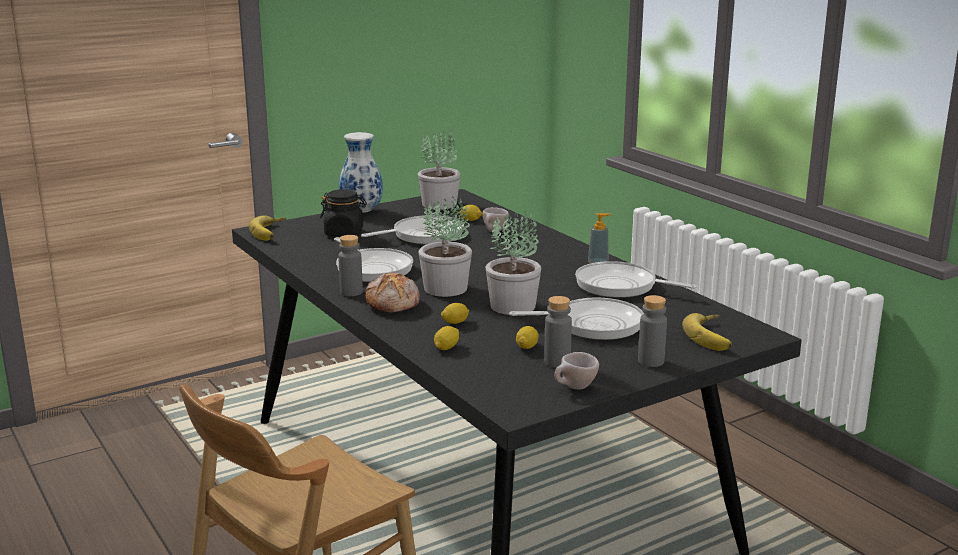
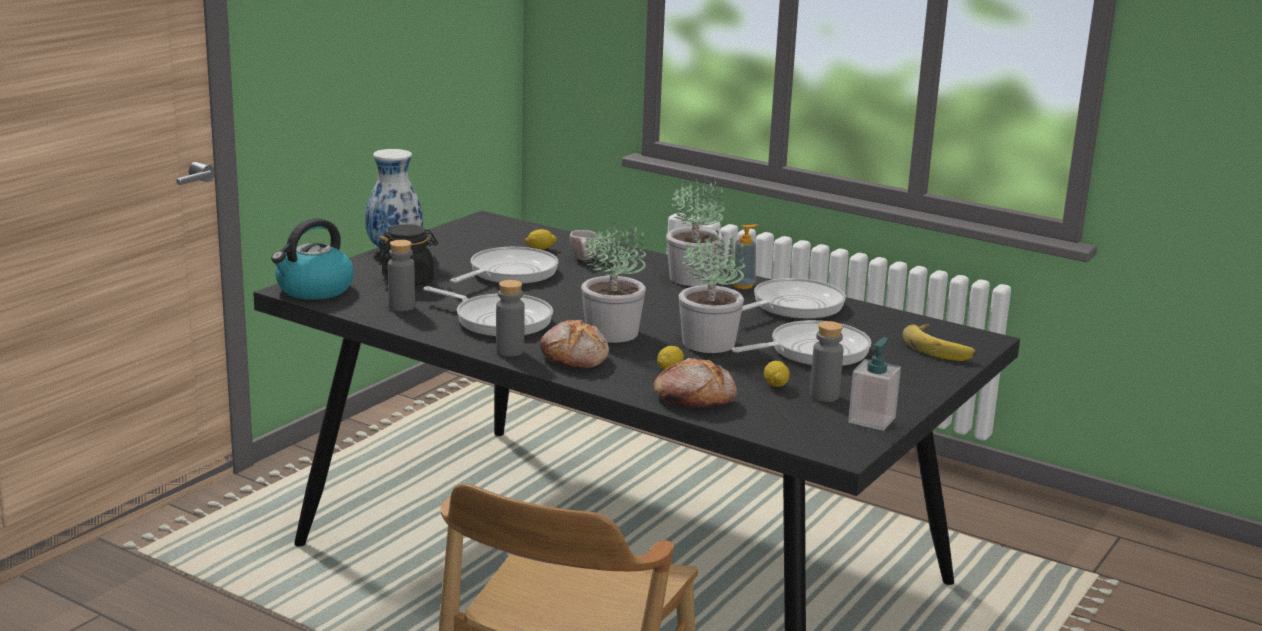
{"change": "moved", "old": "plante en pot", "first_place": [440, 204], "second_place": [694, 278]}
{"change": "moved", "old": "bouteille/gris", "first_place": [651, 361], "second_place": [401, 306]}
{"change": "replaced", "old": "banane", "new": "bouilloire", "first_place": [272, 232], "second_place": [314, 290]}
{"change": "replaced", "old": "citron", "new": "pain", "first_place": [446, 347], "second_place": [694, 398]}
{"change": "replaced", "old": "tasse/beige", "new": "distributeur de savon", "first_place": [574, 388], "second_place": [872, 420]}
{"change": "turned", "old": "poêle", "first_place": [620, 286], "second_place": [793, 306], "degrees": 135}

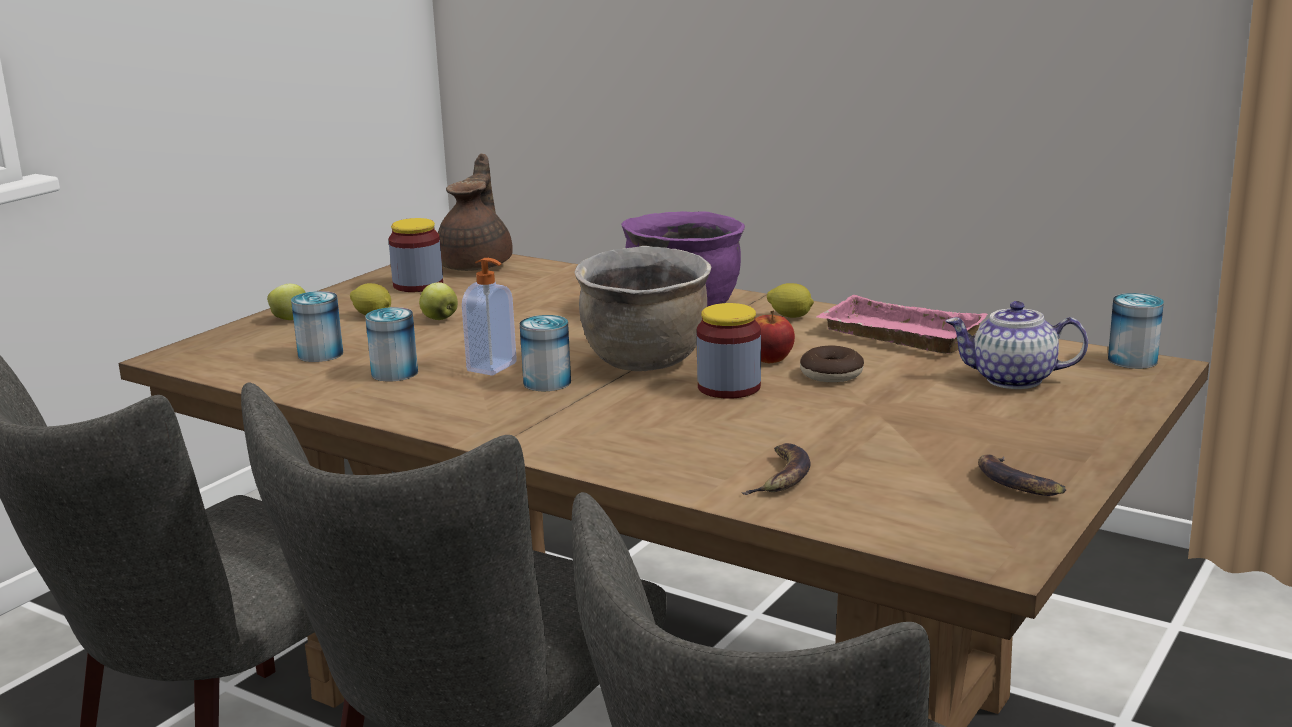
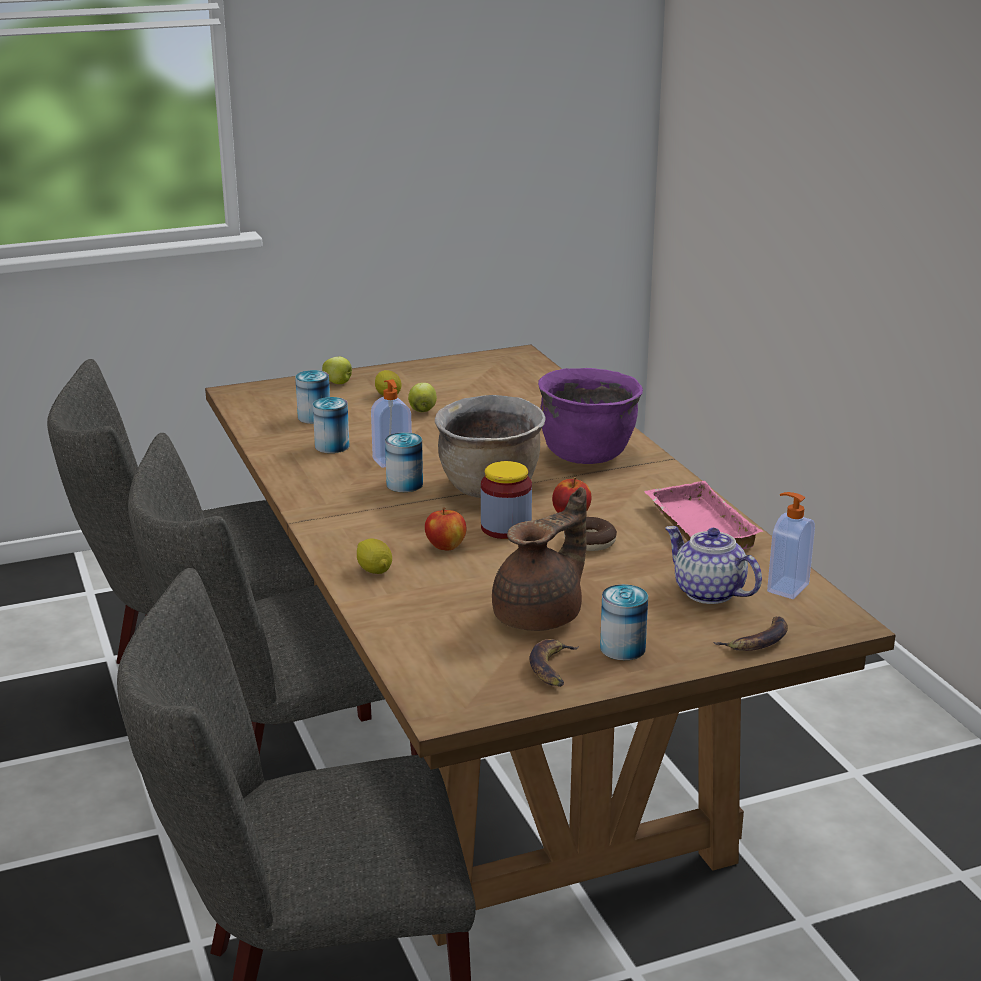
{"change": "removed", "old": "bocal", "first_place": [418, 285]}
{"change": "added", "new": "pomme", "second_place": [446, 546]}
{"change": "added", "new": "distributeur de savon", "second_place": [786, 588]}
{"change": "moved", "old": "théière/marron", "first_place": [478, 265], "second_place": [541, 616]}
{"change": "moved", "old": "banane", "first_place": [781, 476], "second_place": [757, 640]}
{"change": "moved", "old": "citron", "first_place": [790, 316], "second_place": [374, 570]}
{"change": "moved", "old": "boîte métallique", "first_place": [1132, 360], "second_place": [622, 648]}

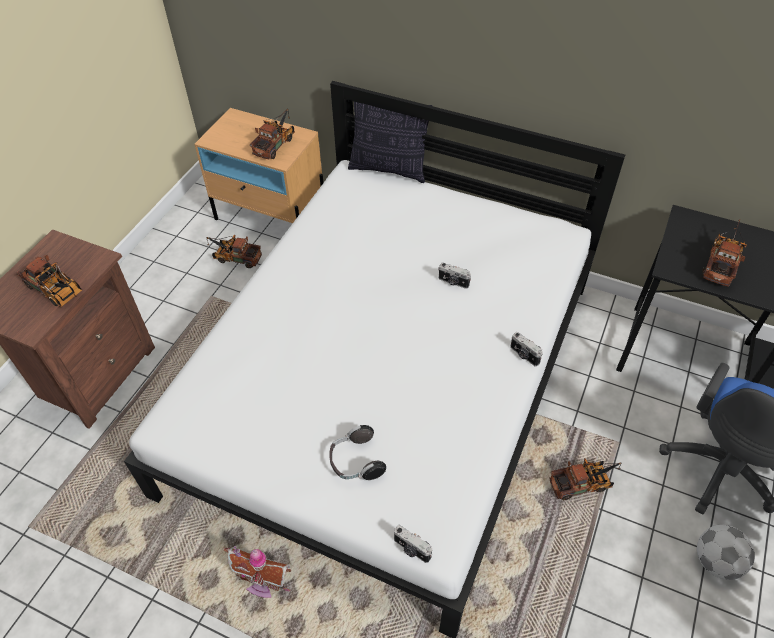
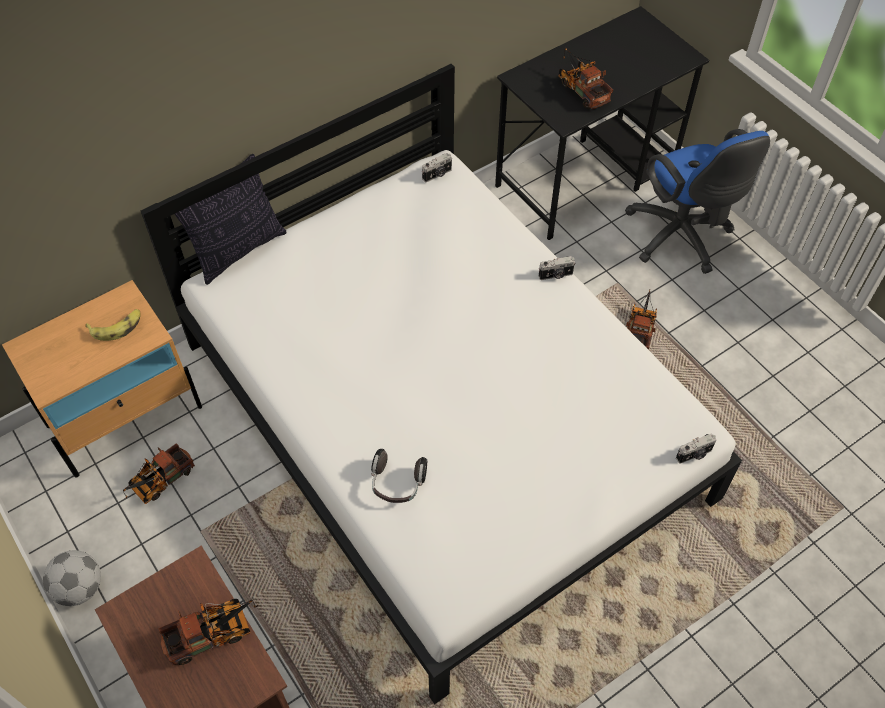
{"change": "removed", "old": "maison miniature", "first_place": [262, 581]}
{"change": "moved", "old": "casque audio", "first_place": [355, 462], "second_place": [397, 484]}
{"change": "moved", "old": "appareil photo", "first_place": [453, 282], "second_place": [437, 175]}
{"change": "moved", "old": "ballon de foot", "first_place": [716, 561], "second_place": [79, 587]}
{"change": "replaced", "old": "camion jouet", "new": "banane", "first_place": [276, 144], "second_place": [117, 327]}

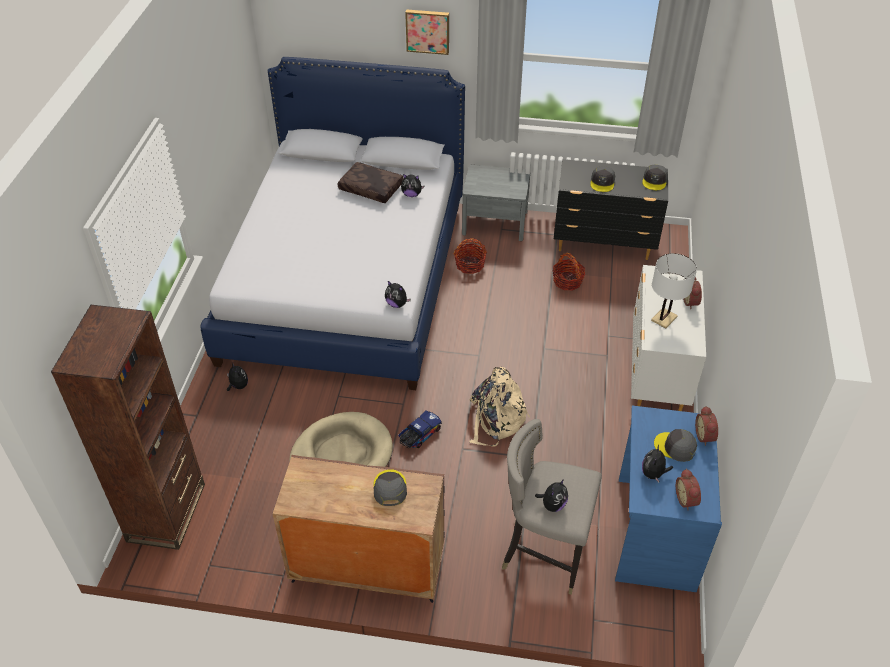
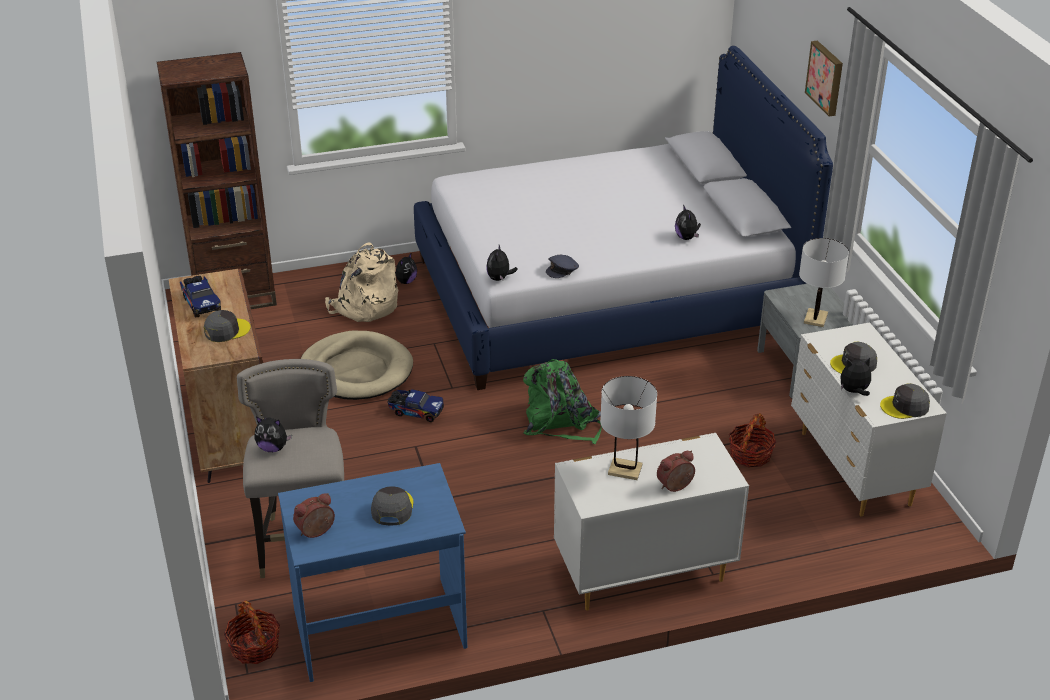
{"change": "removed", "old": "coussin/marron", "first_place": [370, 189]}
{"change": "removed", "old": "réveil", "first_place": [705, 436]}
{"change": "added", "new": "camion jouet", "second_place": [201, 303]}
{"change": "added", "new": "sac à dos/vert", "second_place": [560, 423]}
{"change": "added", "new": "casquette/gris", "second_place": [562, 270]}
{"change": "added", "new": "lampe de table/blanc", "second_place": [815, 318]}
{"change": "moved", "old": "panier", "first_place": [470, 265], "second_place": [255, 647]}
{"change": "moved", "old": "sac à dos/beige", "first_place": [496, 420], "second_place": [364, 306]}
{"change": "moved", "old": "peluche", "first_place": [653, 474], "second_place": [854, 392]}
{"change": "recoloured", "old": "commode/noir", "new": "commode/blanc", "first_place": [604, 244], "second_place": [854, 469]}

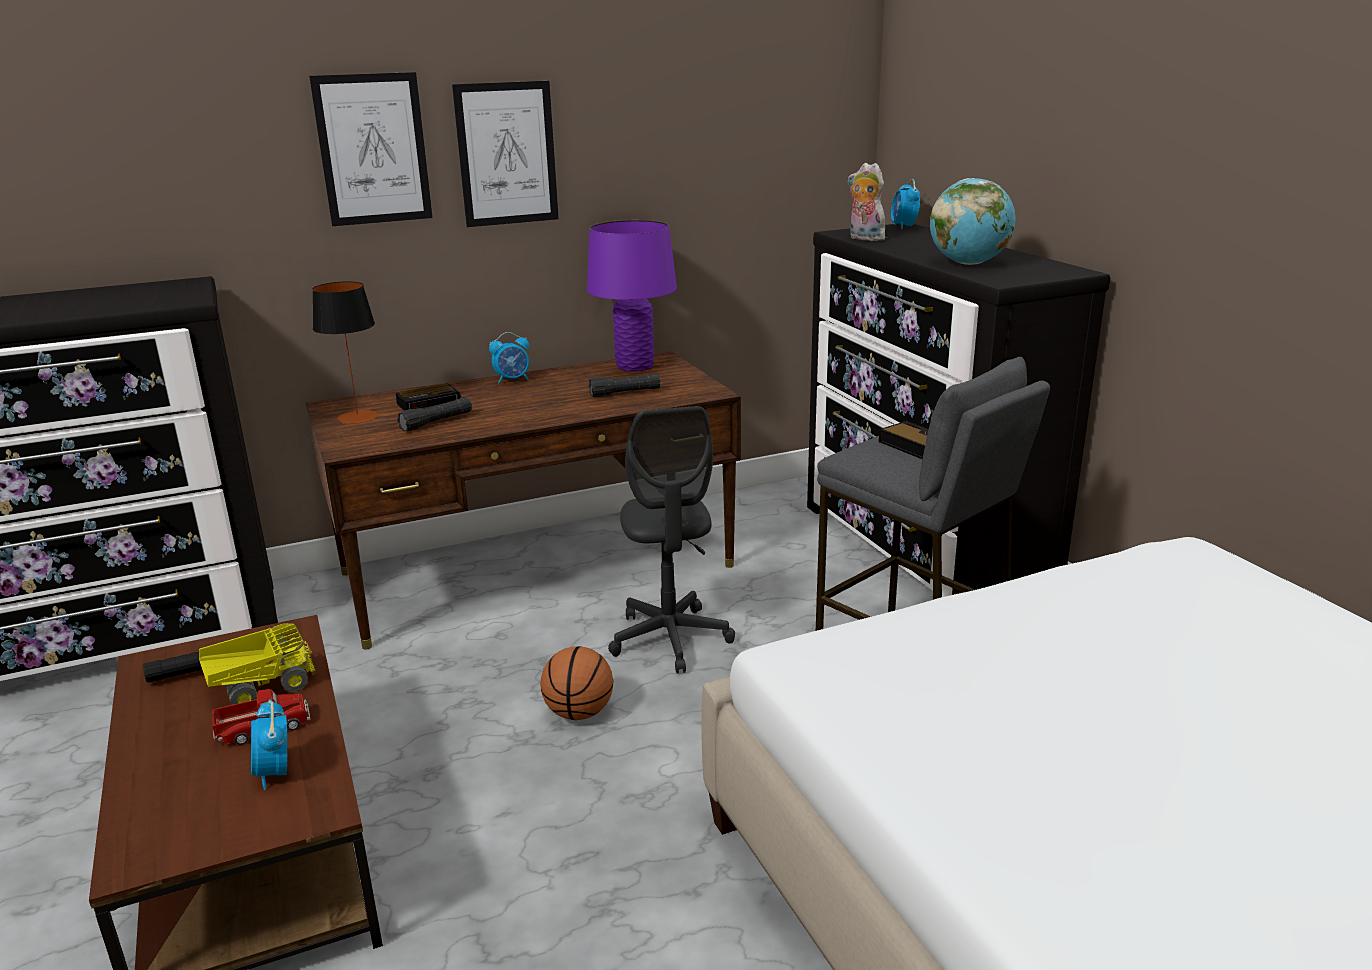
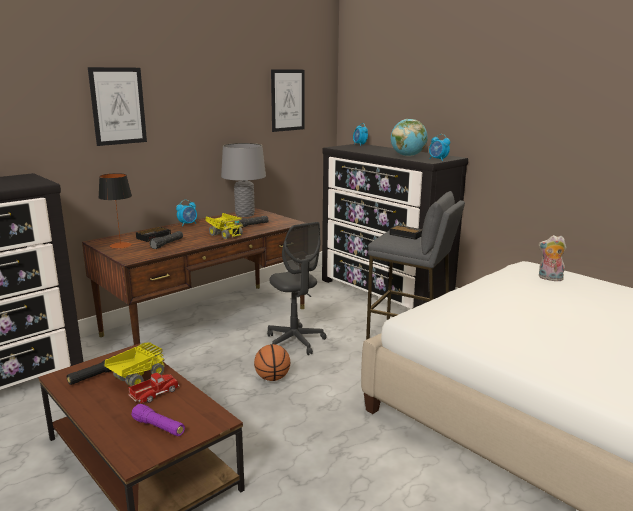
{"change": "added", "new": "lampe de poche/violet", "second_place": [159, 427]}
{"change": "added", "new": "camion jouet", "second_place": [225, 234]}
{"change": "moved", "old": "réveil", "first_place": [274, 773], "second_place": [438, 159]}
{"change": "moved", "old": "tableau", "first_place": [507, 154], "second_place": [287, 100]}
{"change": "moved", "old": "peluche", "first_place": [864, 239], "second_place": [549, 279]}
{"change": "recoloured", "old": "lampe de table/violet", "new": "lampe de table/gris", "first_place": [635, 366], "second_place": [245, 215]}

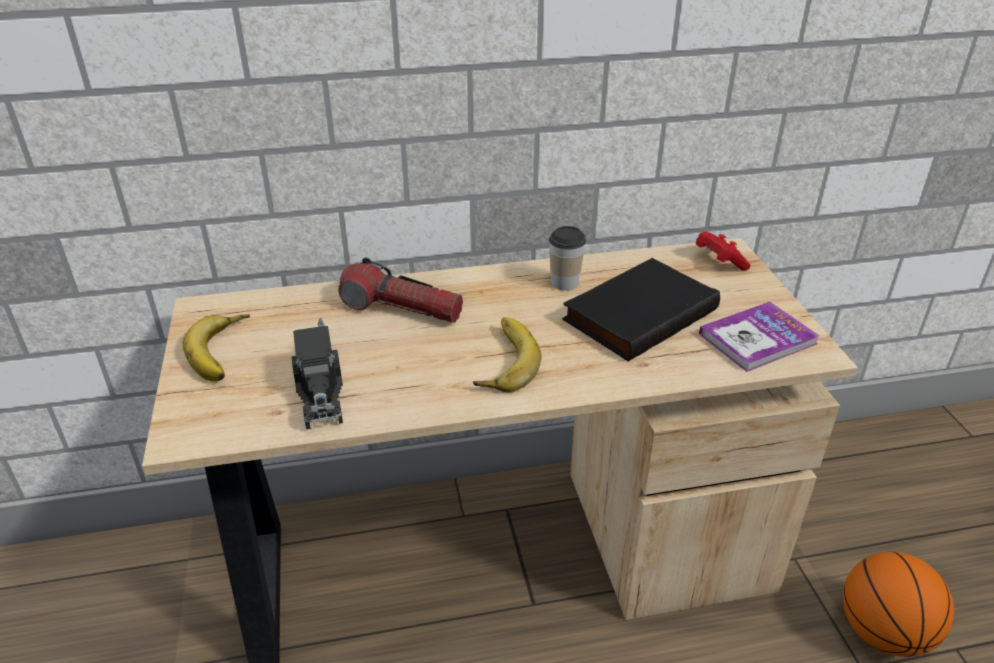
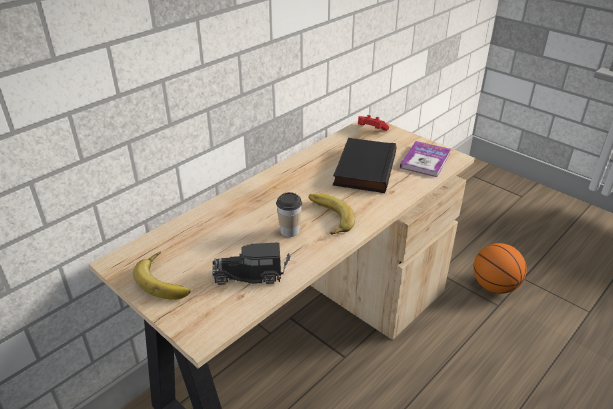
{"change": "removed", "old": "lampe de poche", "first_place": [401, 308]}
{"change": "moved", "old": "tasse", "first_place": [564, 283], "second_place": [289, 231]}
{"change": "turned", "old": "camion jouet", "first_place": [320, 392], "second_place": [252, 275], "degrees": 135}

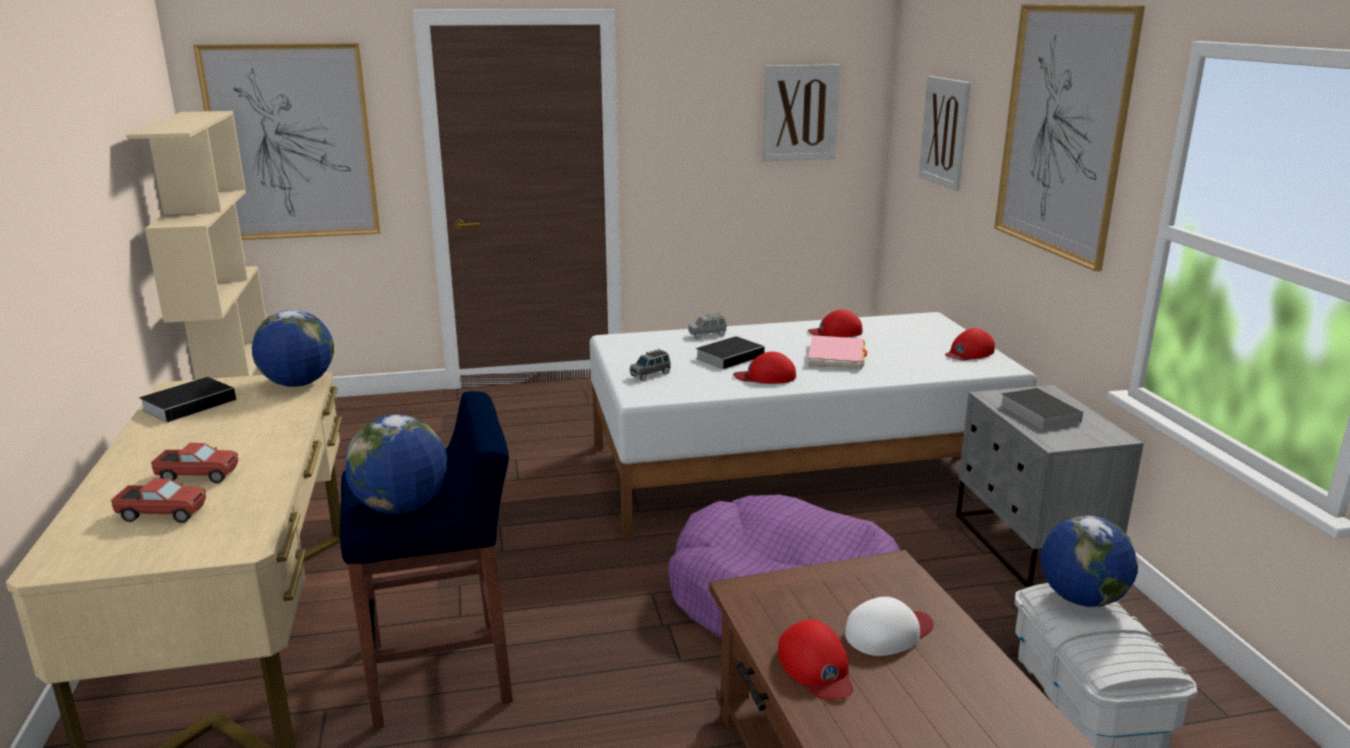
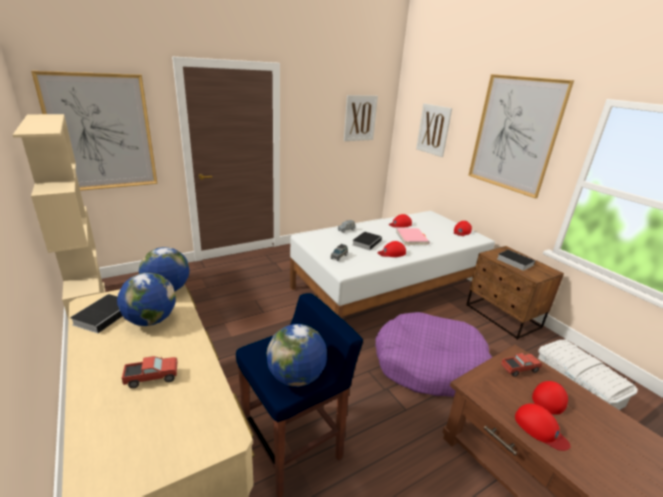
{"change": "moved", "old": "camion jouet", "first_place": [162, 514], "second_place": [519, 369]}
{"change": "moved", "old": "globe", "first_place": [1081, 599], "second_place": [151, 320]}
{"change": "recoloured", "old": "casquette/blanc", "new": "casquette/rouge", "first_place": [888, 632], "second_place": [550, 398]}
{"change": "recoloured", "old": "table de chevet/gris", "new": "table de chevet/marron", "first_place": [1029, 547], "second_place": [502, 316]}

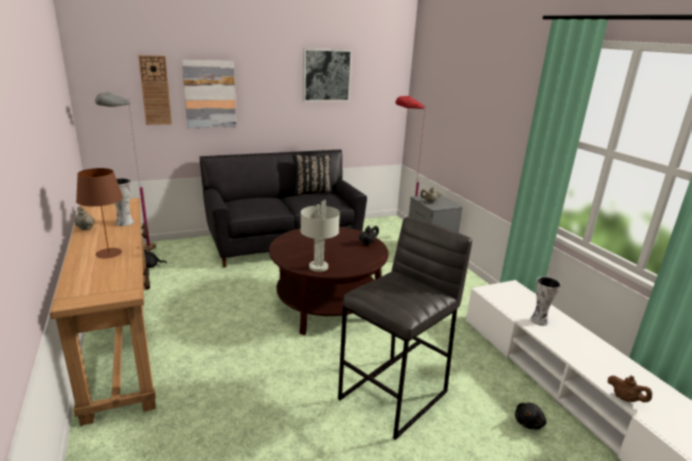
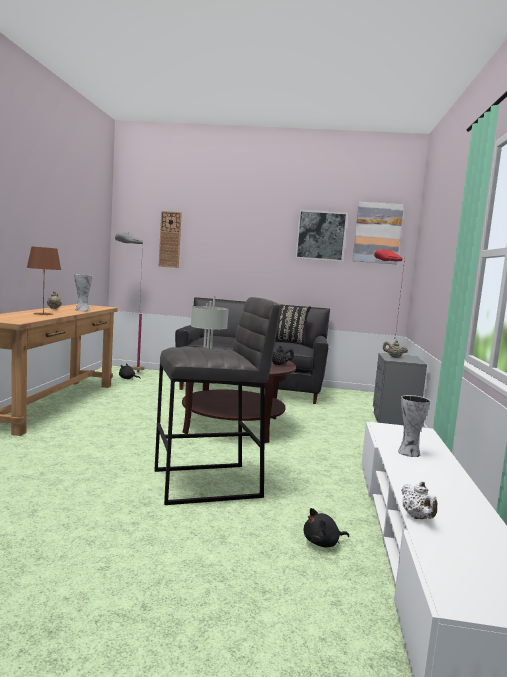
{"change": "moved", "old": "tableau", "first_place": [210, 94], "second_place": [377, 233]}
{"change": "recoloured", "old": "théière/marron", "new": "théière/blanc", "first_place": [625, 399], "second_place": [417, 517]}

